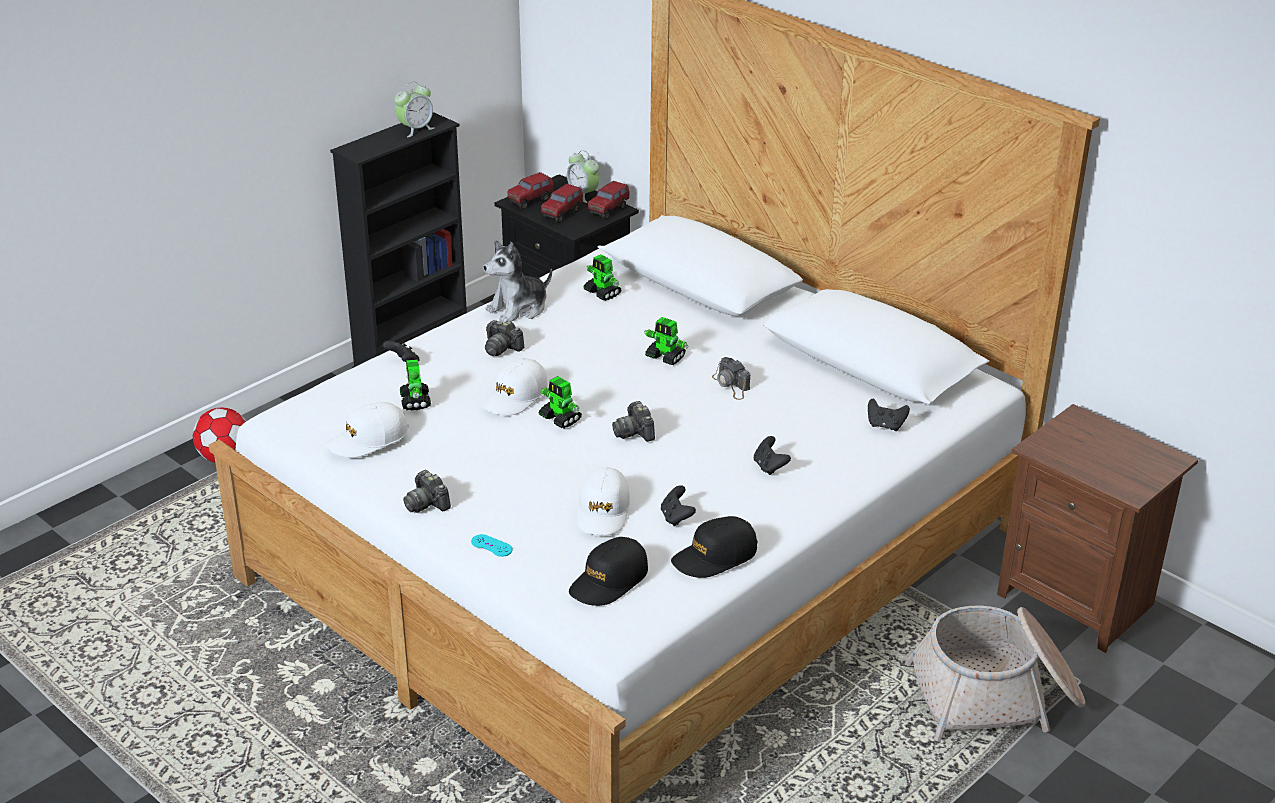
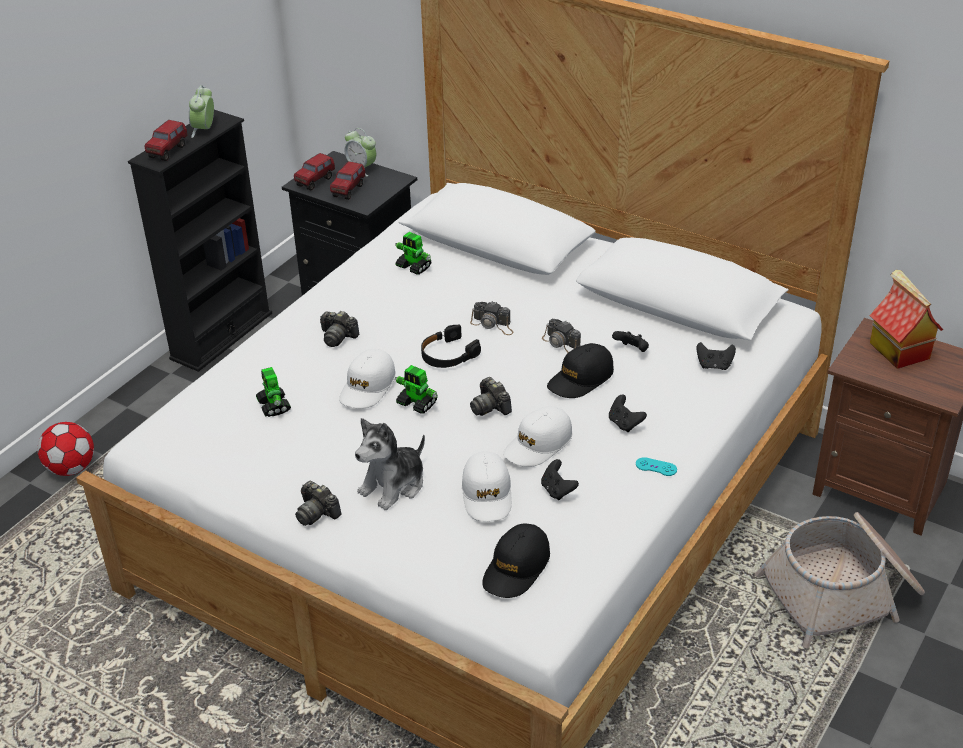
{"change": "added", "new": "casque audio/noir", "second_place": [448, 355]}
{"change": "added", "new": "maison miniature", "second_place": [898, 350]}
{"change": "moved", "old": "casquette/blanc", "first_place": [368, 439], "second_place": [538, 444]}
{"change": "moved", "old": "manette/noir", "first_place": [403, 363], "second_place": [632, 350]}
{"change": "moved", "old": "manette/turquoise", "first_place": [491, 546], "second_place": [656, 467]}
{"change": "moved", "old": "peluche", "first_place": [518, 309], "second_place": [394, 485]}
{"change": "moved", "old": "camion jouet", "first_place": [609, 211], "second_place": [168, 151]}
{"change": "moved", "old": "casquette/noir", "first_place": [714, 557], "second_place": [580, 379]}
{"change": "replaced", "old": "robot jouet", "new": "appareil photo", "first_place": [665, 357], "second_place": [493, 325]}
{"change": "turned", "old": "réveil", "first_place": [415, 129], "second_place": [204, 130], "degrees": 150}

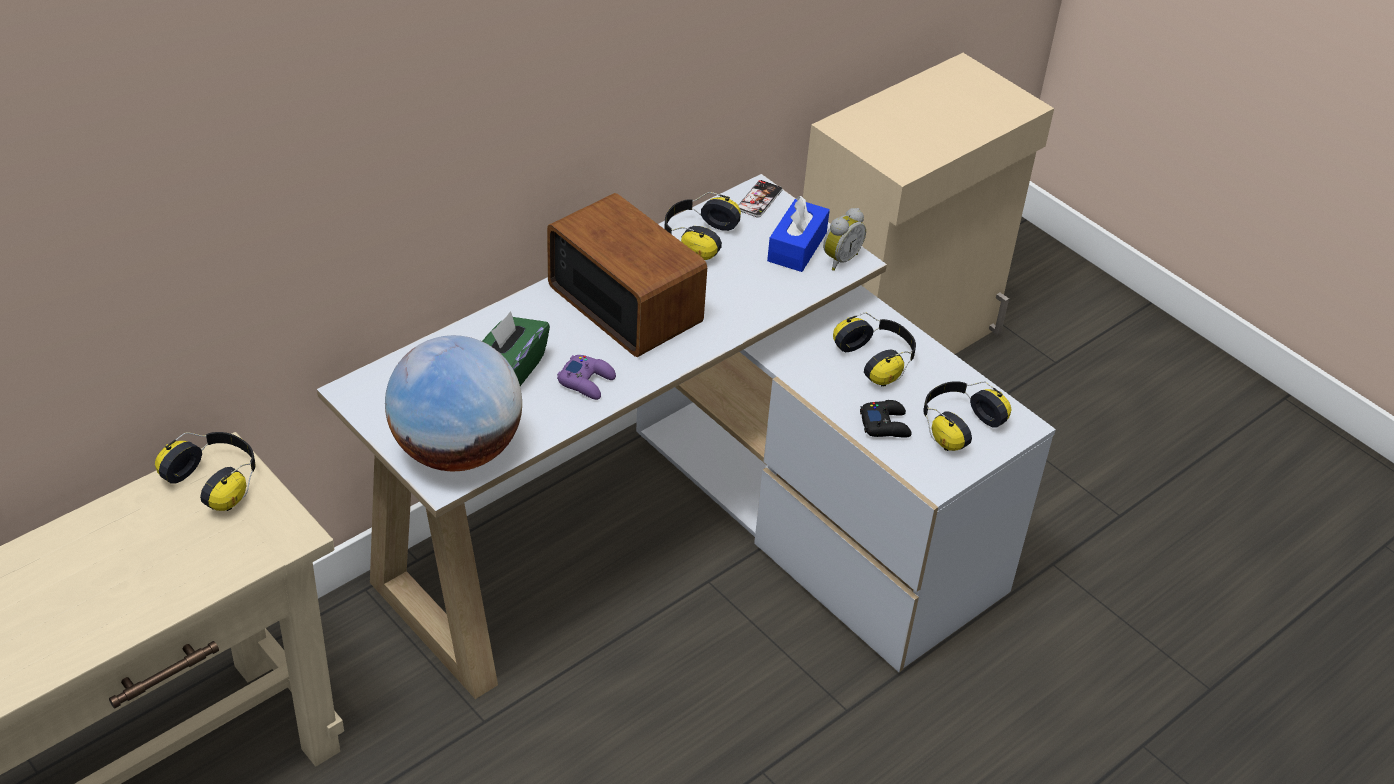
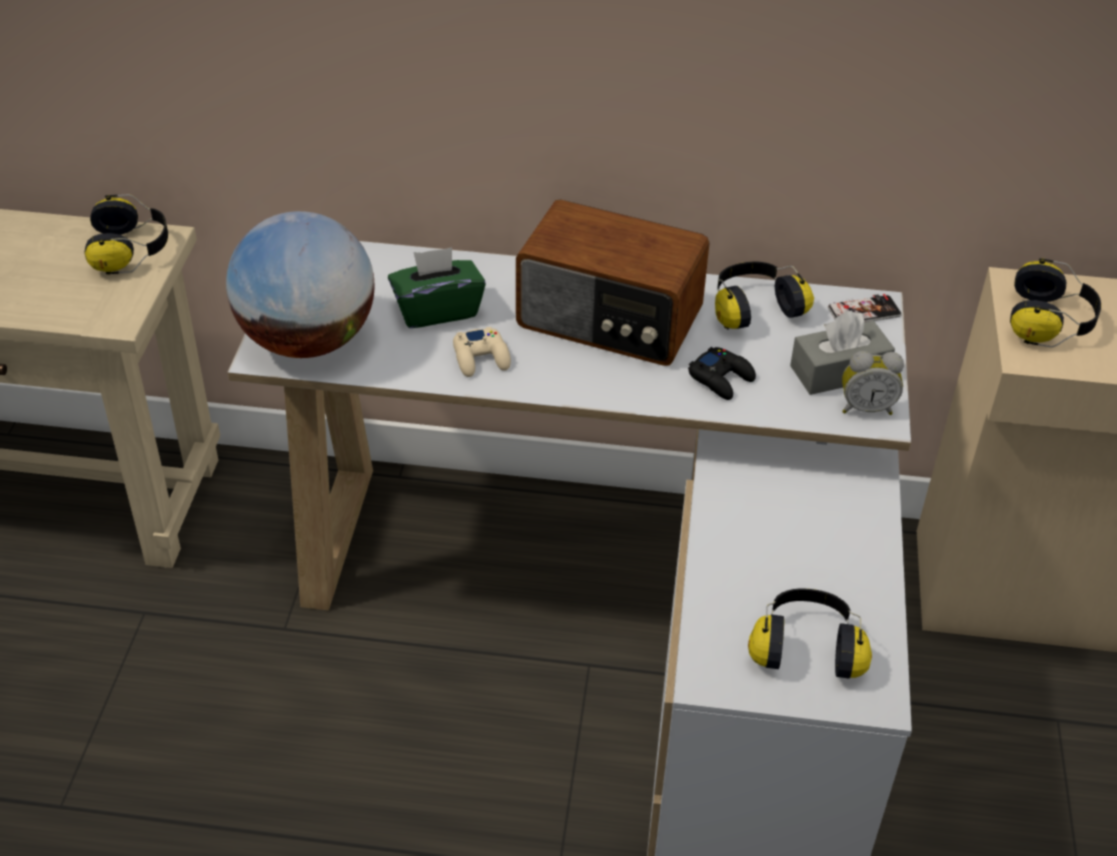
{"change": "moved", "old": "casque audio", "first_place": [877, 360], "second_place": [1050, 322]}
{"change": "moved", "old": "manette/noir", "first_place": [885, 424], "second_place": [721, 378]}
{"change": "recoloured", "old": "manette/violet", "new": "manette/beige", "first_place": [587, 381], "second_place": [481, 358]}
{"change": "recoloured", "old": "boîte à mouchoirs/bleu", "new": "boîte à mouchoirs/gris", "first_place": [797, 247], "second_place": [839, 372]}
{"change": "turned", "old": "radio", "first_place": [626, 302], "second_place": [609, 320], "degrees": 105}

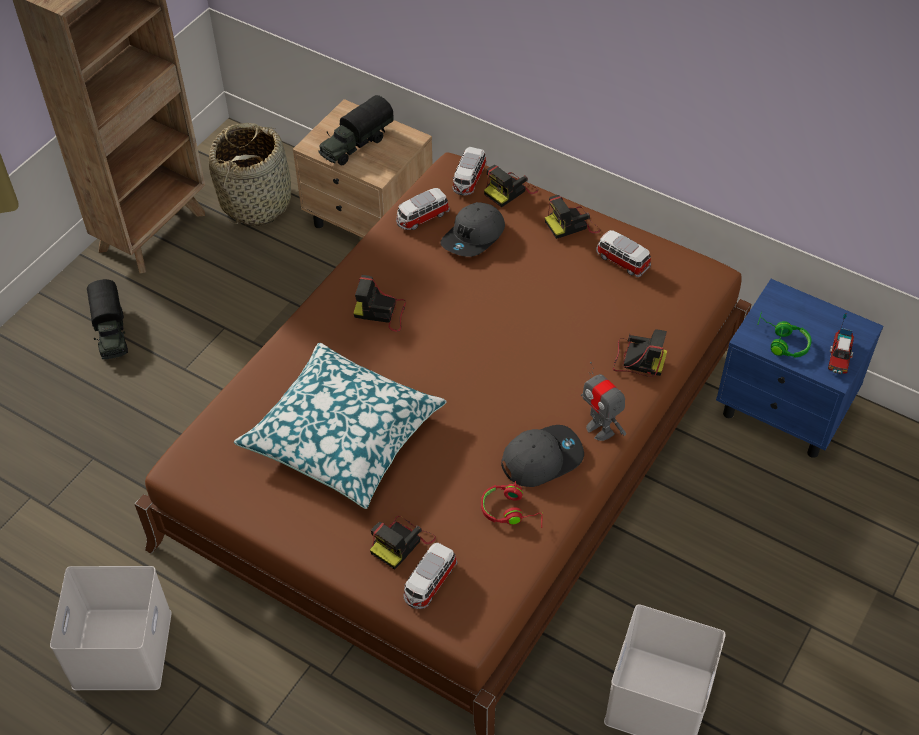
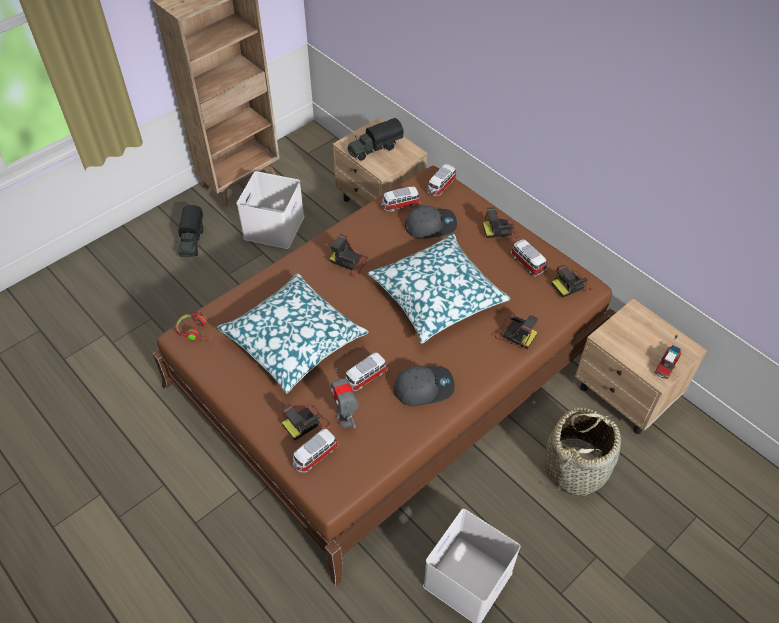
{"change": "removed", "old": "casque audio/vert", "first_place": [781, 341]}
{"change": "added", "new": "petite voiture", "second_place": [365, 377]}
{"change": "added", "new": "coussin", "second_place": [437, 296]}
{"change": "moved", "old": "boîte de rangement/blanc", "first_place": [120, 647], "second_place": [273, 226]}
{"change": "moved", "old": "panier", "first_place": [257, 202], "second_place": [576, 467]}
{"change": "moved", "old": "casque audio/rouge", "first_place": [511, 511], "second_place": [196, 332]}
{"change": "moved", "old": "appareil photo", "first_place": [510, 191], "second_place": [572, 285]}
{"change": "moved", "old": "robot jouet", "first_place": [600, 429], "second_place": [346, 418]}
{"change": "recoloured", "old": "table de chevet/bleu", "new": "table de chevet/beige", "first_place": [785, 411], "second_place": [626, 395]}
{"change": "turned", "old": "casquette/gris", "first_place": [474, 237], "second_place": [430, 225], "degrees": -150}

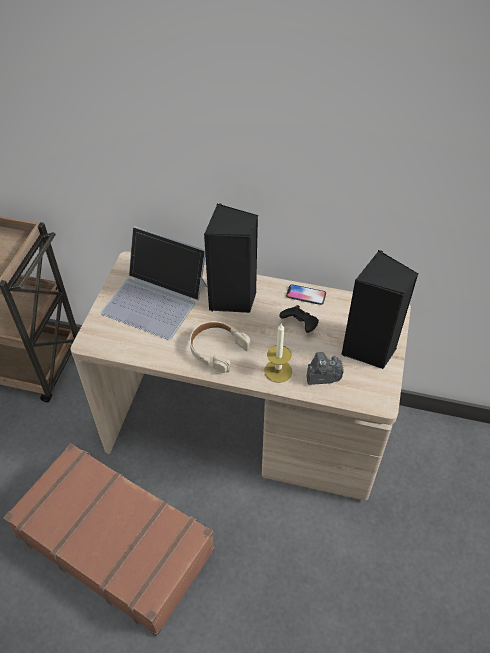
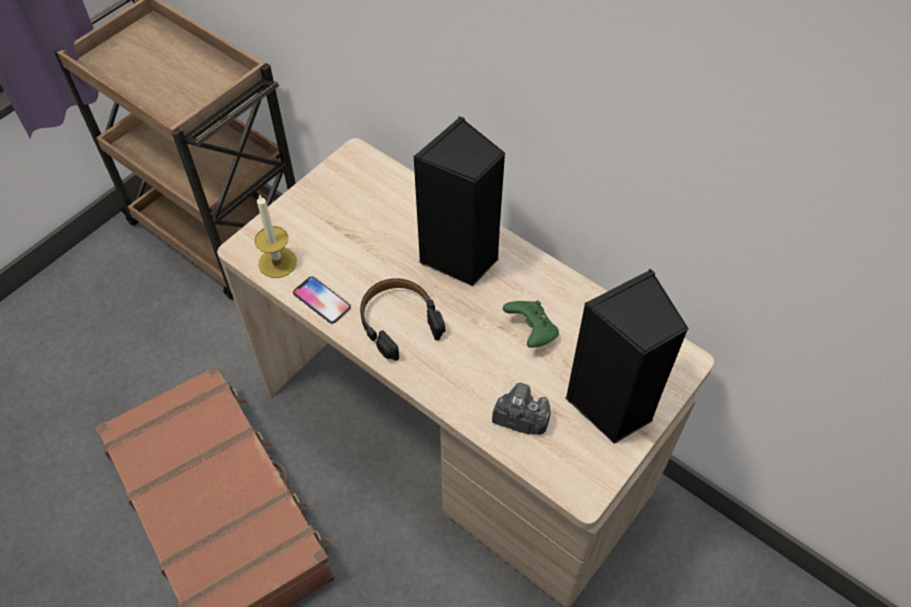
{"change": "removed", "old": "ordinateur portable", "first_place": [156, 298]}
{"change": "moved", "old": "bougie", "first_place": [278, 371], "second_place": [277, 262]}
{"change": "moved", "old": "téléphone", "first_place": [306, 295], "second_place": [322, 300]}
{"change": "recoloured", "old": "casque audio/beige", "new": "casque audio/noir", "first_place": [217, 349], "second_place": [399, 322]}
{"change": "recoloured", "old": "manette/noir", "new": "manette/vert", "first_place": [300, 325], "second_place": [531, 331]}

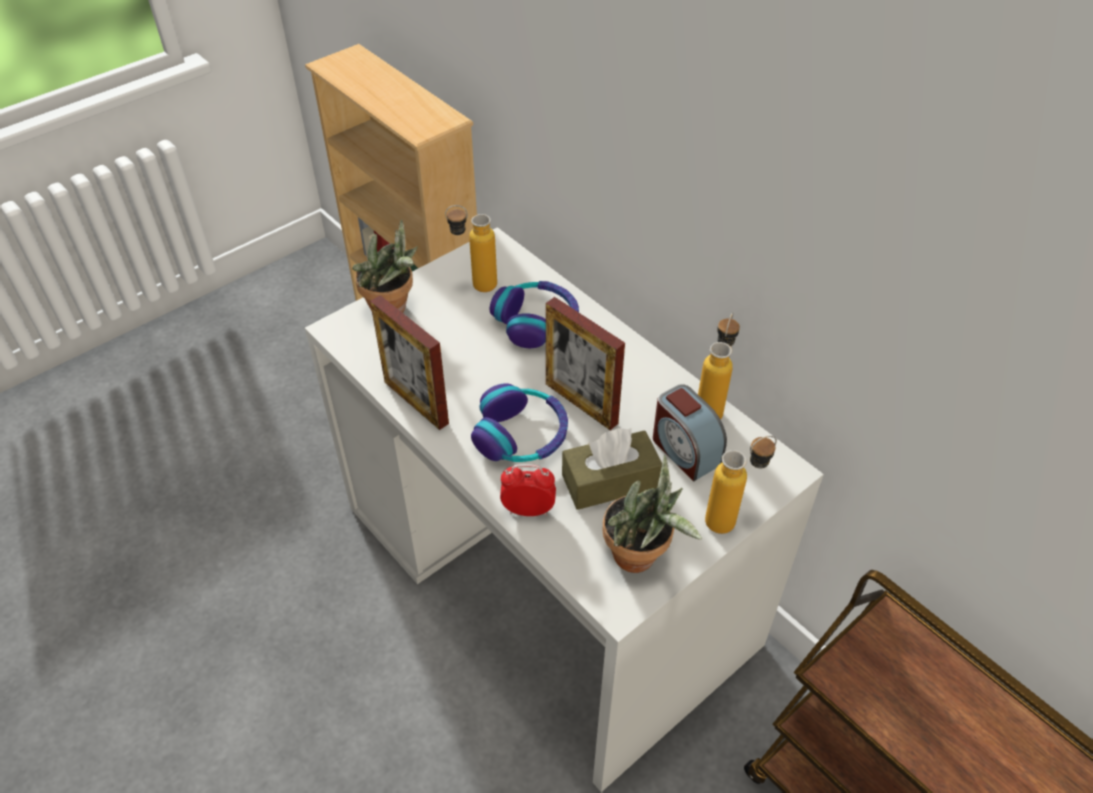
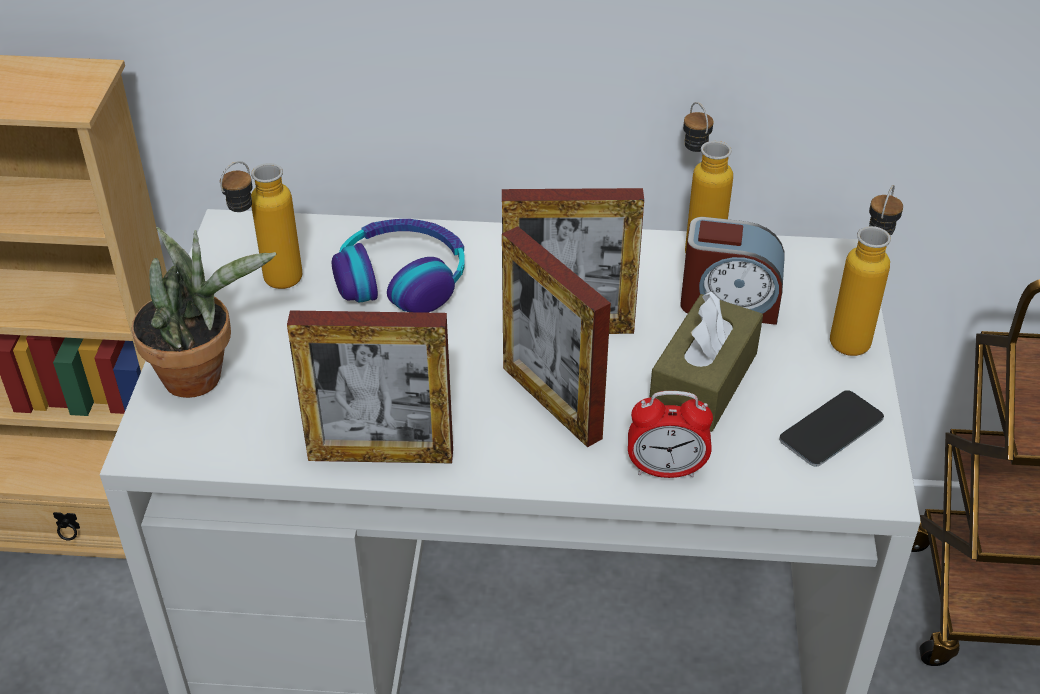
{"change": "replaced", "old": "casque audio", "new": "cadre photo", "first_place": [521, 435], "second_place": [551, 402]}
{"change": "replaced", "old": "plante en pot", "new": "téléphone", "first_place": [641, 558], "second_place": [831, 429]}
{"change": "turned", "old": "réveil", "first_place": [528, 510], "second_place": [666, 470], "degrees": -135}

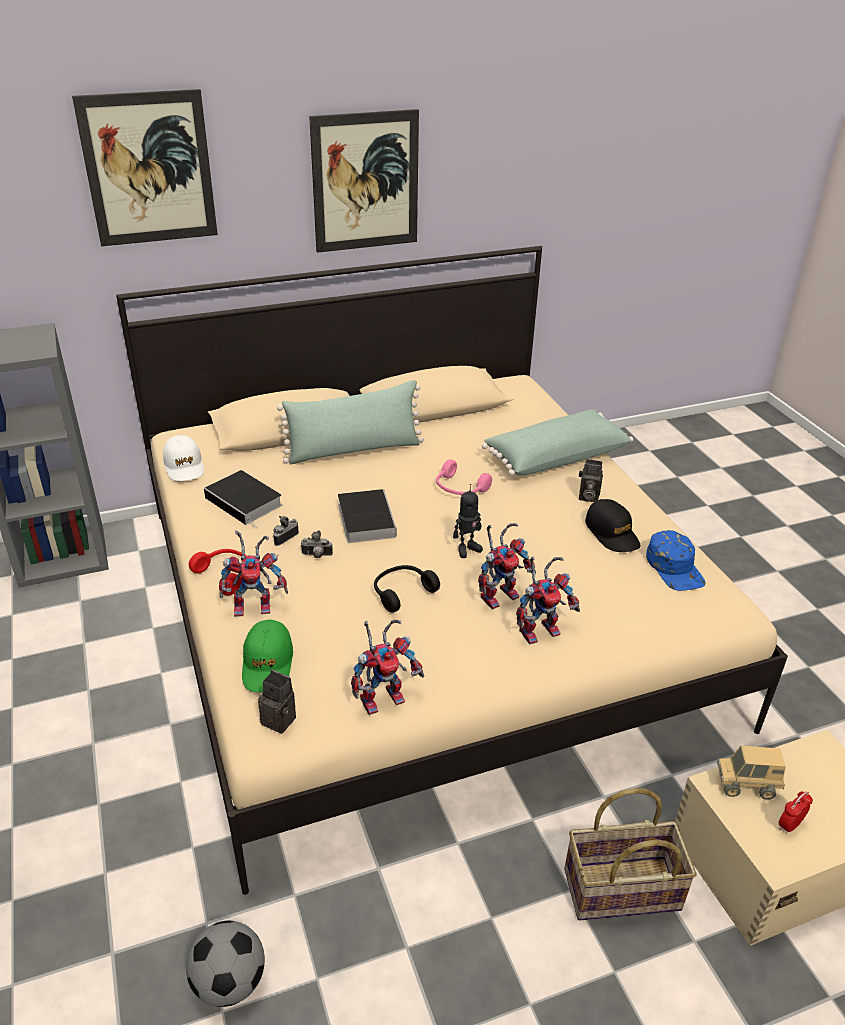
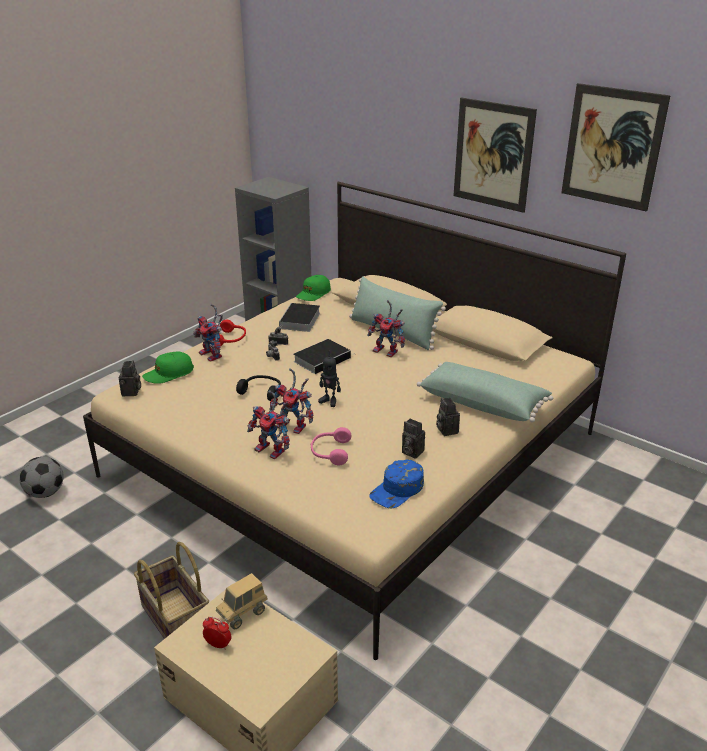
{"change": "moved", "old": "tableau", "first_place": [149, 169], "second_place": [612, 147]}
{"change": "moved", "old": "robot jouet", "first_place": [384, 696], "second_place": [388, 351]}
{"change": "moved", "old": "casque audio/rose", "first_place": [459, 489], "second_place": [330, 452]}
{"change": "replaced", "old": "casquette/noir", "new": "appareil photo", "first_place": [612, 533], "second_place": [411, 452]}
{"change": "recoloured", "old": "casquette/blanc", "new": "casquette/vert", "first_place": [184, 466], "second_place": [313, 294]}
{"change": "turned", "old": "camion jouet", "first_place": [746, 785], "second_place": [243, 614], "degrees": -105}

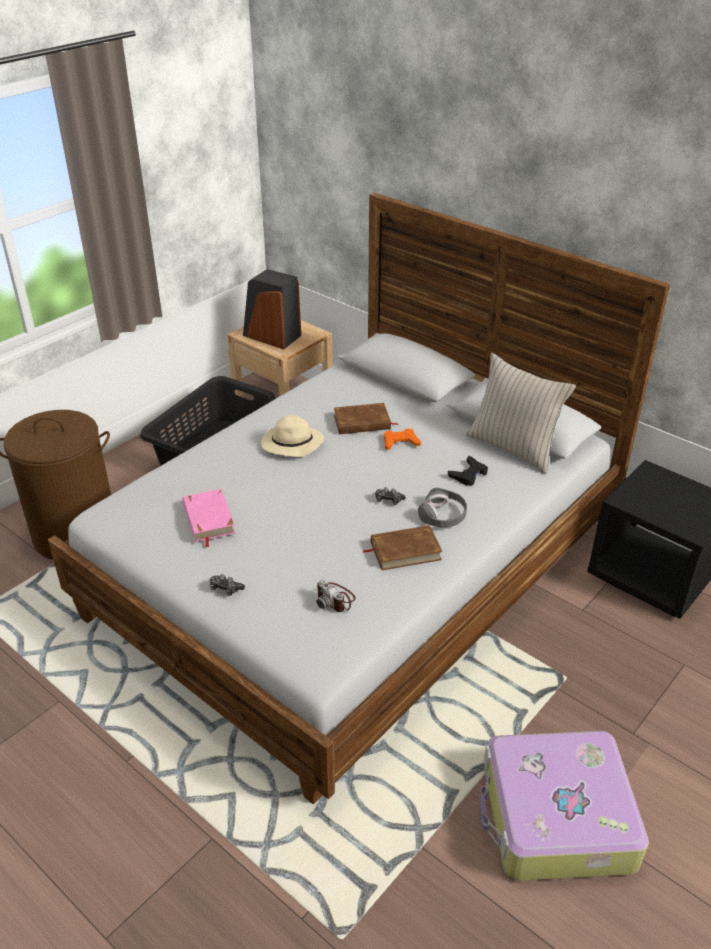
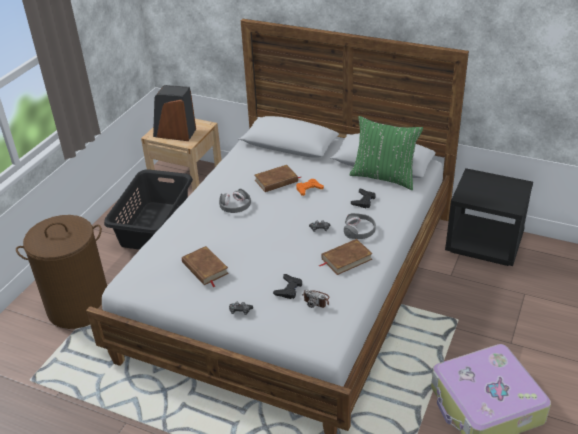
{"change": "added", "new": "manette/noir", "second_place": [288, 289]}
{"change": "replaced", "old": "chapeau/beige", "new": "casque audio/gris", "first_place": [291, 444], "second_place": [235, 206]}
{"change": "recoloured", "old": "livre/rose", "new": "livre/marron", "first_place": [208, 519], "second_place": [205, 268]}
{"change": "recoloured", "old": "coussin/beige", "new": "coussin/vert", "first_place": [513, 447], "second_place": [384, 177]}

